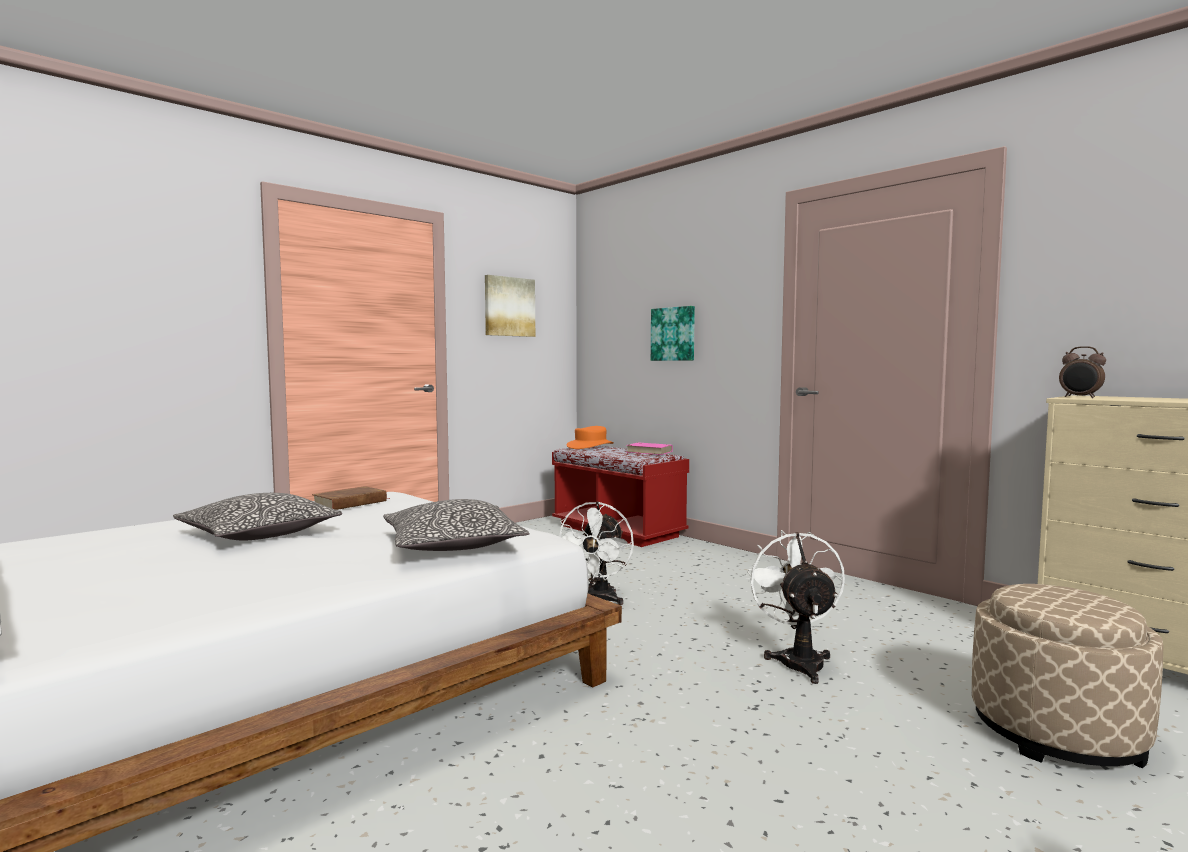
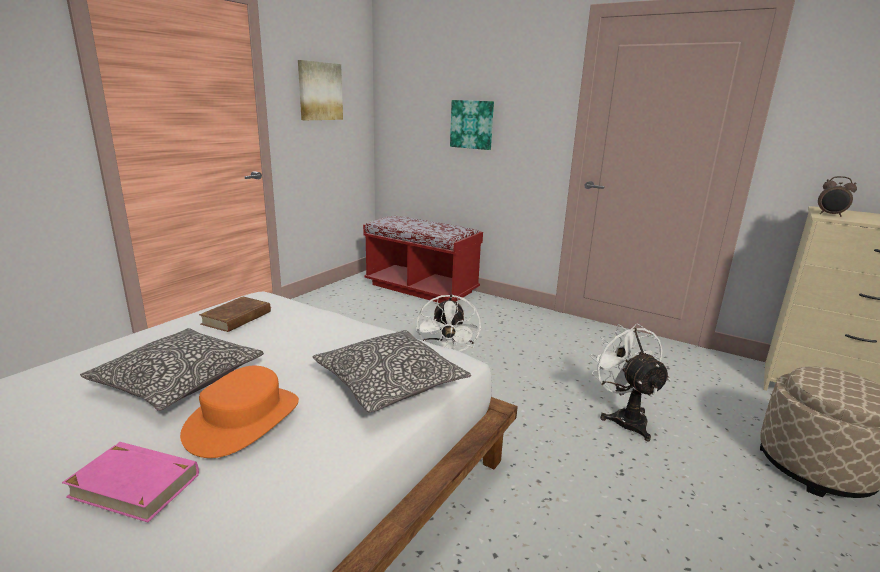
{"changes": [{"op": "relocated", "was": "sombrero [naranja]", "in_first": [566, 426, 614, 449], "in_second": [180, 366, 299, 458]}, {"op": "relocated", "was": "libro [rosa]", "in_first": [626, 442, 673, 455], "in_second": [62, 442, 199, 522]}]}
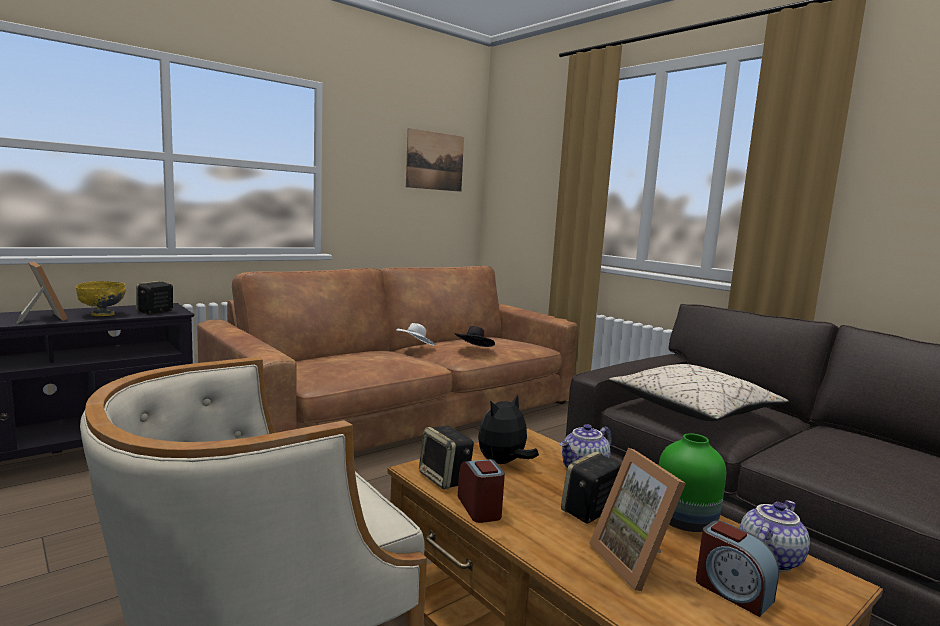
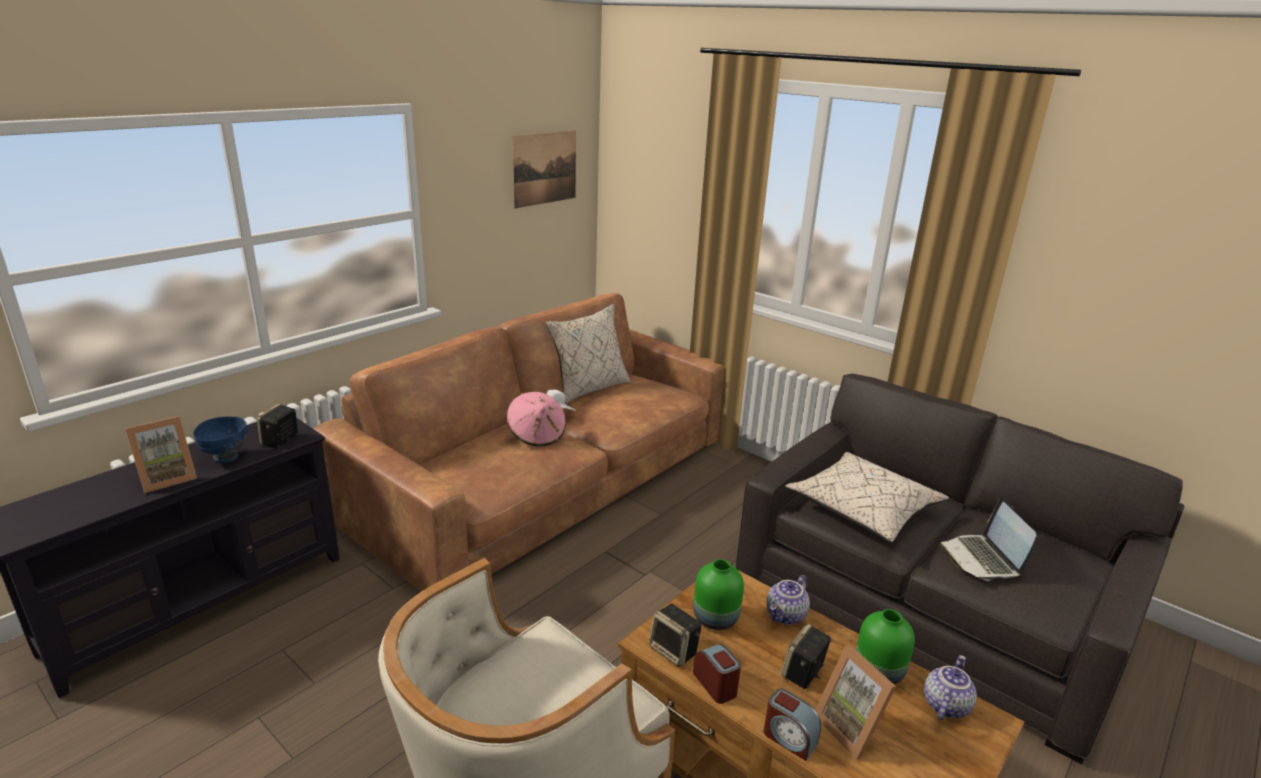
{"changes": [{"op": "missing", "was": "sombrero [negro]", "in_first": [454, 326, 495, 347]}, {"op": "appeared", "now": "sombrero [rosa]", "in_second": [507, 392, 566, 446]}, {"op": "appeared", "now": "cojín [beis]", "in_second": [546, 304, 631, 404]}, {"op": "appeared", "now": "portátil", "in_second": [939, 497, 1036, 581]}, {"op": "relocated", "was": "despertador", "in_first": [696, 521, 779, 617], "in_second": [764, 689, 821, 761]}, {"op": "exchanged", "was": "peluche", "now": "florero [verde]", "in_first": [478, 393, 539, 464], "in_second": [693, 559, 744, 630]}, {"op": "colour", "was": "cuenco [amarillo]", "now": "cuenco [azul]", "in_first": [76, 281, 126, 316], "in_second": [193, 417, 248, 463]}, {"op": "spun", "was": "portarretratos", "in_first": [16, 261, 68, 323], "in_second": [125, 416, 197, 493], "clockwise": 105}]}
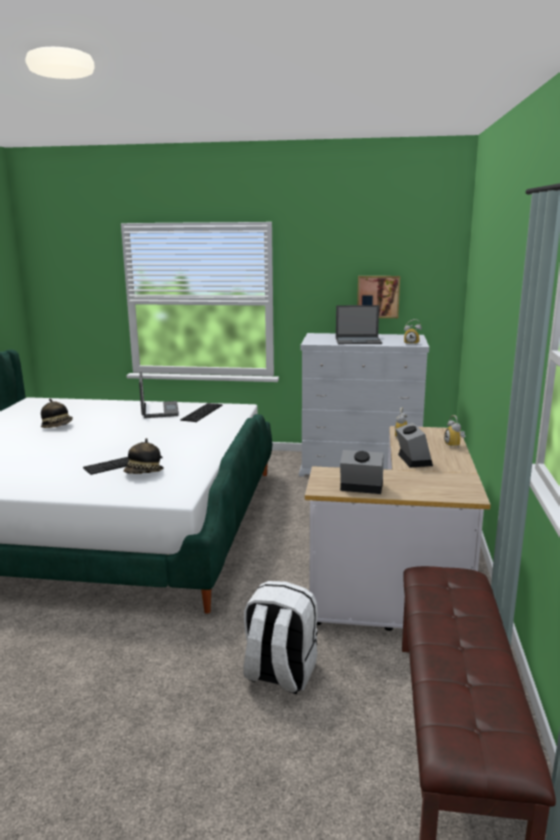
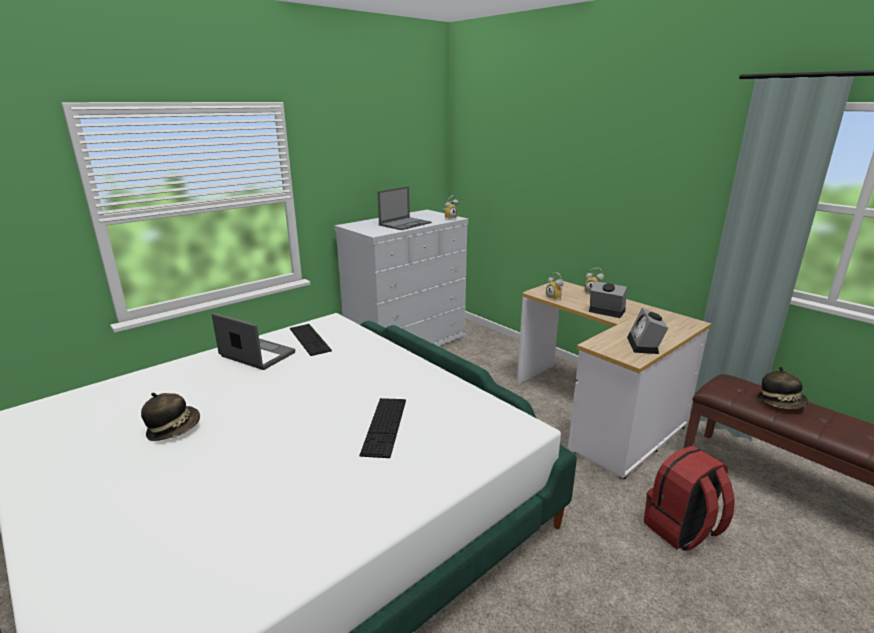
{"changes": [{"op": "missing", "was": "cuadro", "in_first": [357, 276, 400, 318]}, {"op": "relocated", "was": "sombrero", "in_first": [124, 438, 164, 474], "in_second": [757, 367, 808, 409]}, {"op": "colour", "was": "mochila [blanco]", "now": "mochila [rojo]", "in_first": [243, 581, 318, 694], "in_second": [644, 446, 735, 551]}, {"op": "spun", "was": "despertador", "in_first": [340, 450, 384, 494], "in_second": [627, 308, 668, 354], "clockwise": -45}]}
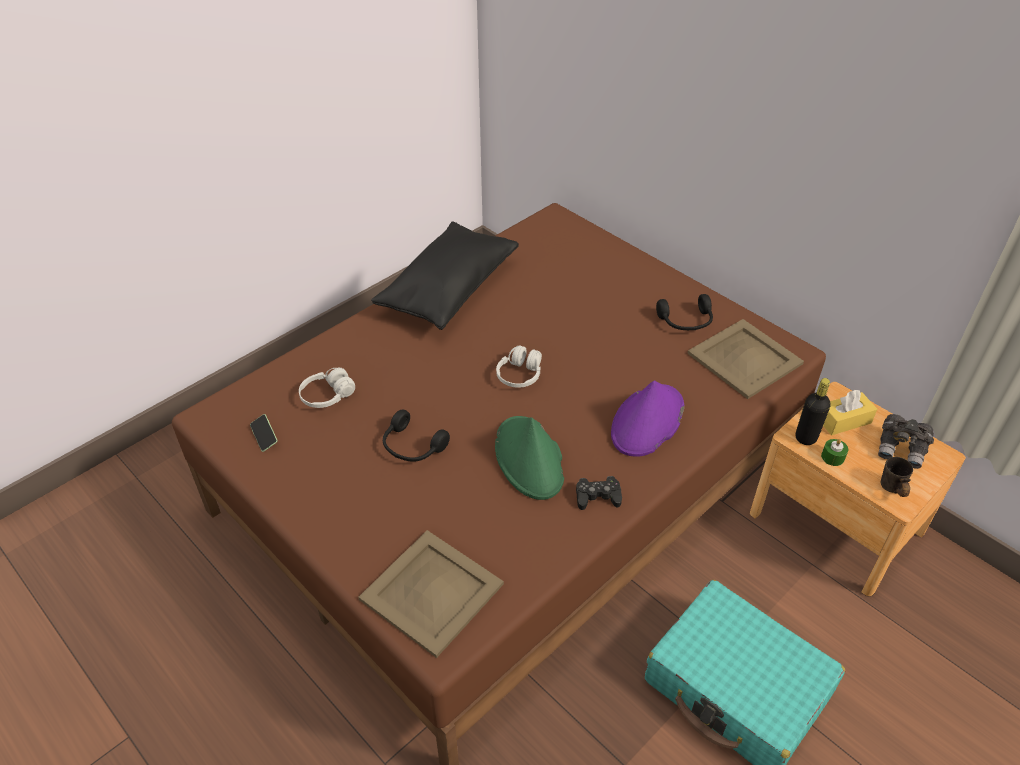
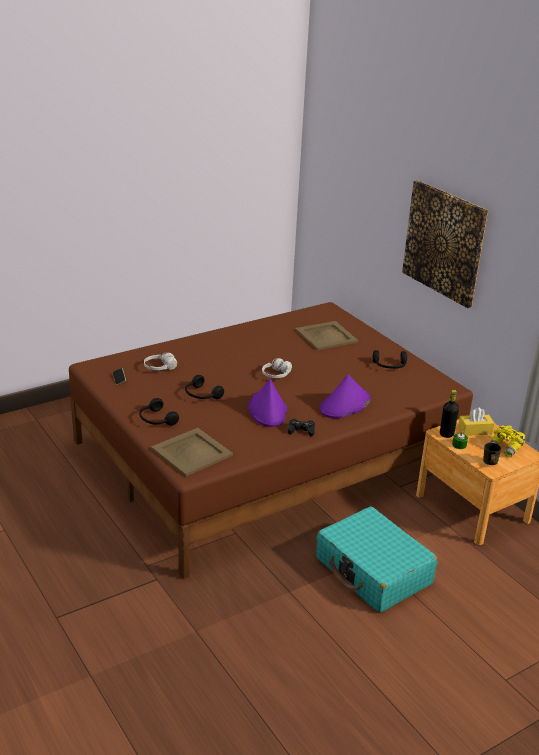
{"changes": [{"op": "missing", "was": "cojín [negro]", "in_first": [371, 221, 519, 330]}, {"op": "appeared", "now": "auriculares [negro]", "in_second": [139, 398, 179, 426]}, {"op": "appeared", "now": "cuadro", "in_second": [402, 180, 488, 308]}, {"op": "relocated", "was": "bandeja [beis]", "in_first": [687, 319, 804, 399], "in_second": [295, 321, 358, 350]}, {"op": "colour", "was": "sombrero [verde]", "now": "sombrero [morado]", "in_first": [495, 416, 564, 500], "in_second": [248, 378, 287, 427]}, {"op": "colour", "was": "prismáticos [gris]", "now": "prismáticos [amarillo]", "in_first": [878, 414, 934, 469], "in_second": [490, 425, 525, 457]}]}
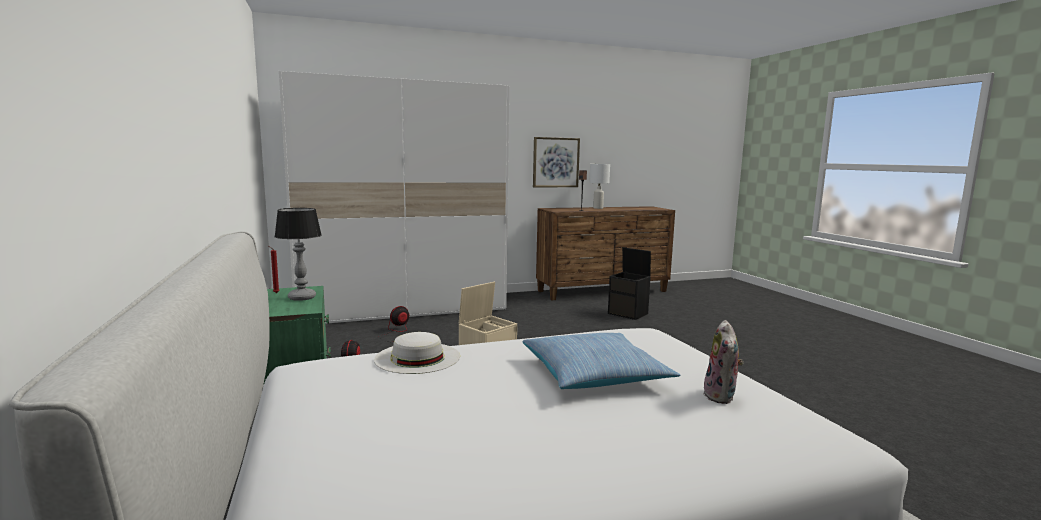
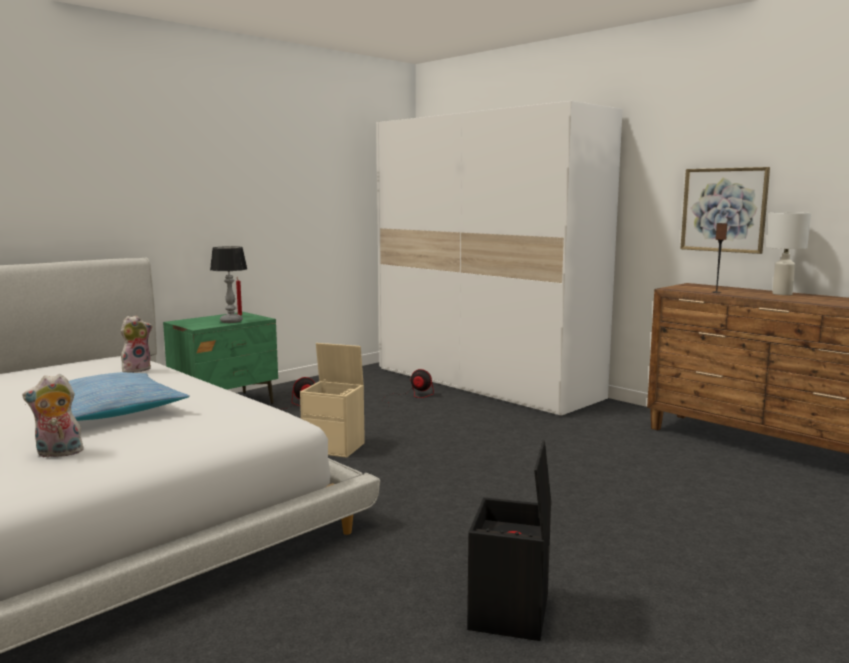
{"changes": [{"op": "relocated", "was": "caja de almacenaje [negro]", "in_first": [608, 247, 651, 320], "in_second": [467, 440, 552, 641]}, {"op": "exchanged", "was": "sombrero [blanco]", "now": "peluche", "in_first": [374, 332, 460, 374], "in_second": [121, 315, 153, 373]}]}
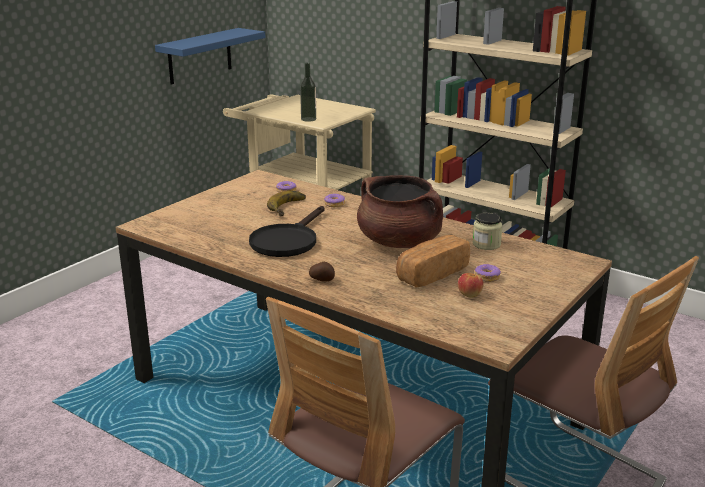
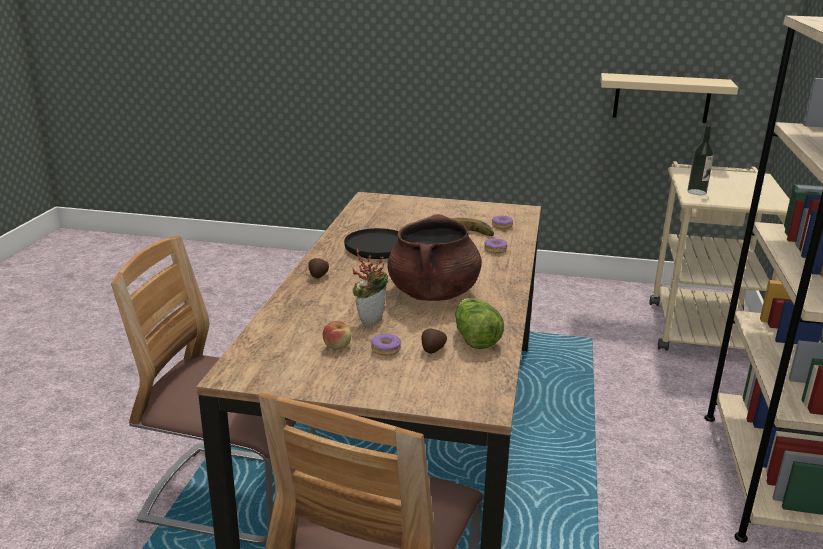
{"changes": [{"op": "appeared", "now": "patata", "in_second": [422, 329, 447, 354]}, {"op": "exchanged", "was": "pan", "now": "planta en maceta", "in_first": [396, 235, 470, 287], "in_second": [352, 248, 388, 327]}, {"op": "exchanged", "was": "tarro", "now": "lechuga", "in_first": [473, 212, 503, 250], "in_second": [455, 298, 504, 349]}, {"op": "colour", "was": "estante [azul]", "now": "estante [beis]", "in_first": [155, 28, 265, 85], "in_second": [600, 73, 739, 123]}]}
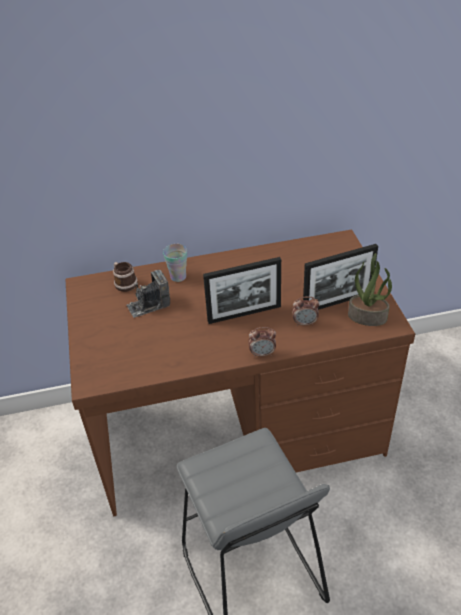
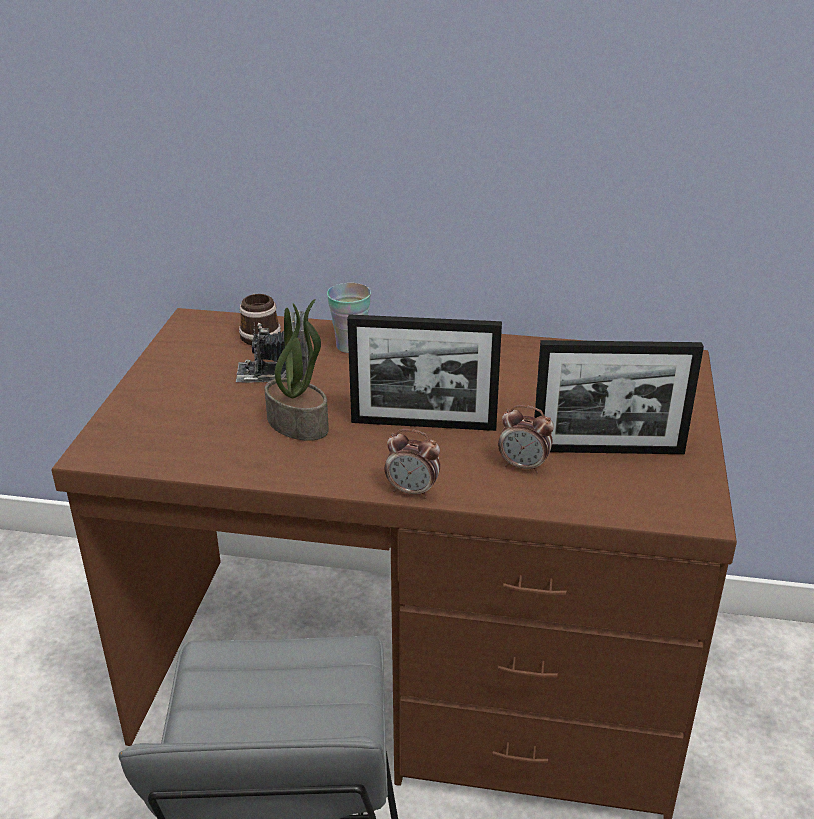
{"changes": [{"op": "relocated", "was": "planta en maceta", "in_first": [348, 253, 392, 326], "in_second": [265, 299, 329, 441]}]}
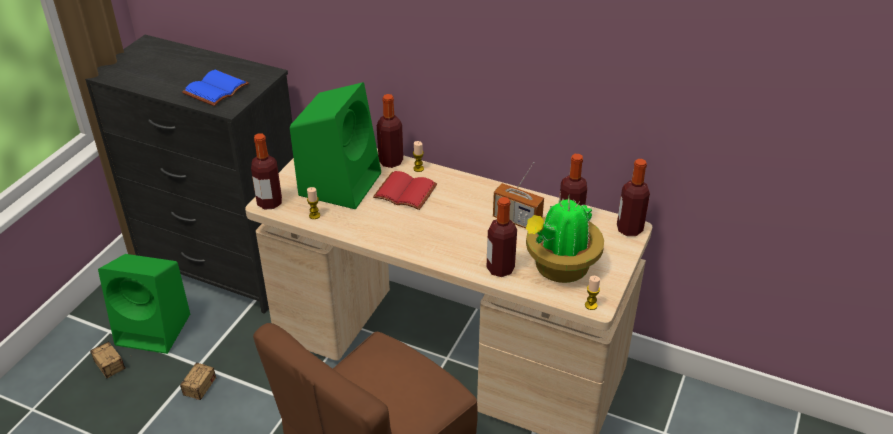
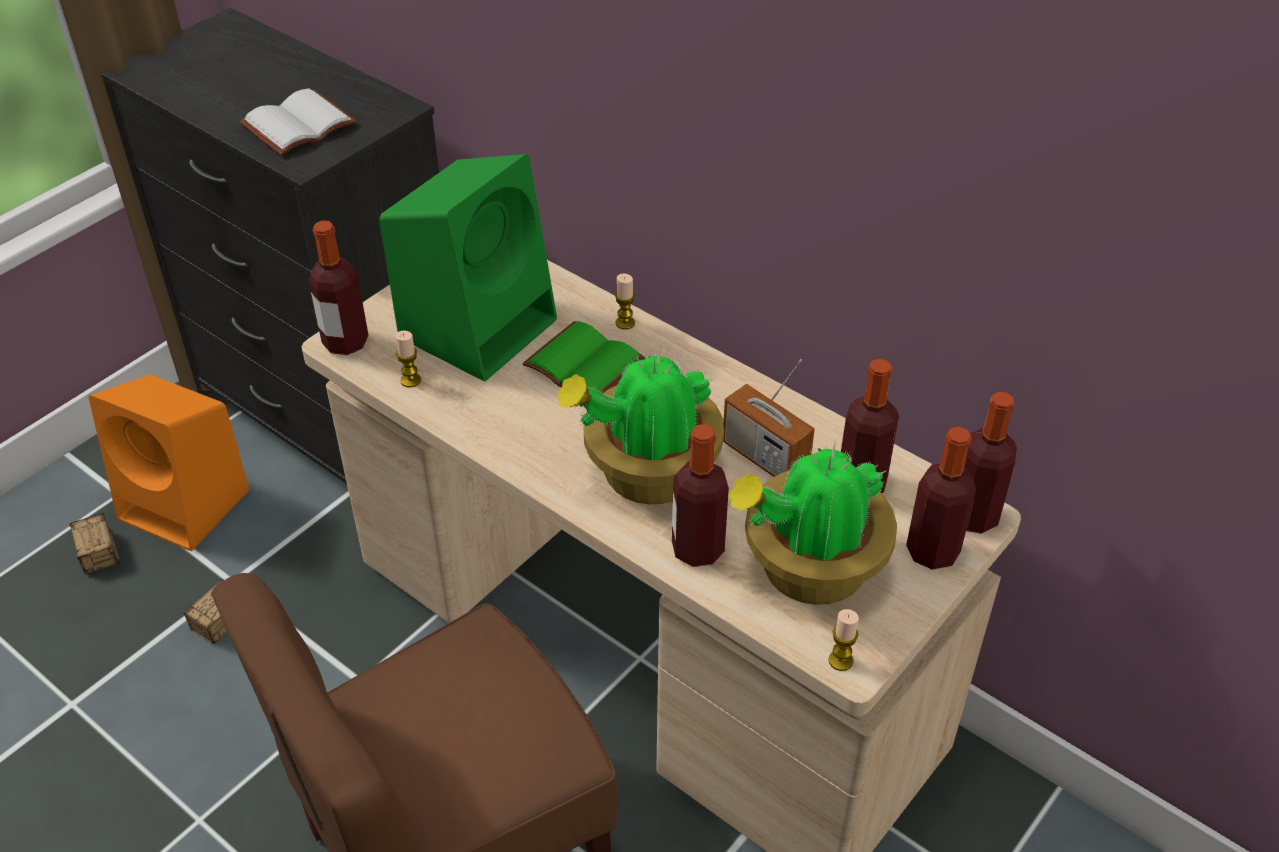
{"changes": [{"op": "appeared", "now": "planta en maceta", "in_second": [557, 347, 724, 504]}, {"op": "relocated", "was": "botella", "in_first": [377, 94, 403, 168], "in_second": [906, 426, 976, 570]}, {"op": "colour", "was": "altavoz [verde]", "now": "altavoz [naranja]", "in_first": [98, 254, 190, 354], "in_second": [88, 375, 250, 551]}, {"op": "colour", "was": "libro [azul]", "now": "libro [blanco]", "in_first": [182, 70, 249, 106], "in_second": [240, 88, 357, 156]}, {"op": "colour", "was": "libro [rojo]", "now": "libro [verde]", "in_first": [373, 171, 437, 210], "in_second": [523, 321, 646, 394]}]}
